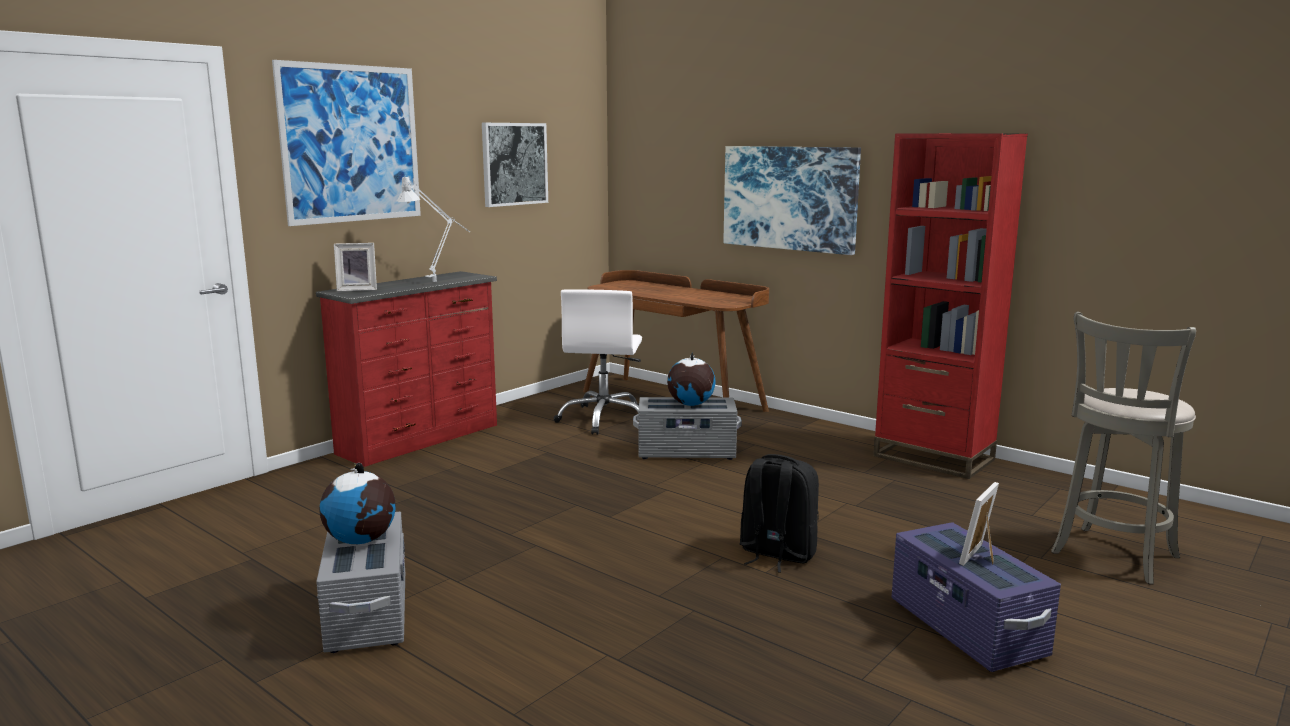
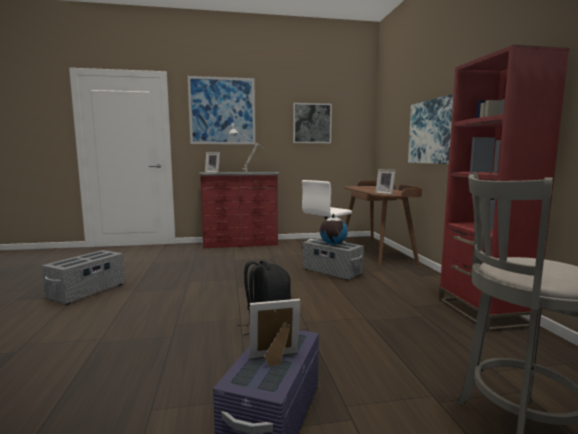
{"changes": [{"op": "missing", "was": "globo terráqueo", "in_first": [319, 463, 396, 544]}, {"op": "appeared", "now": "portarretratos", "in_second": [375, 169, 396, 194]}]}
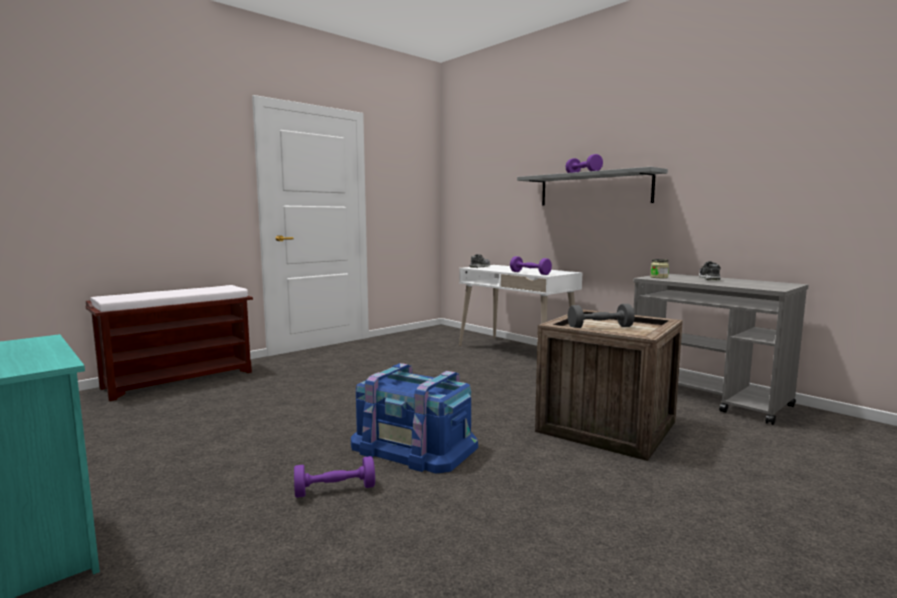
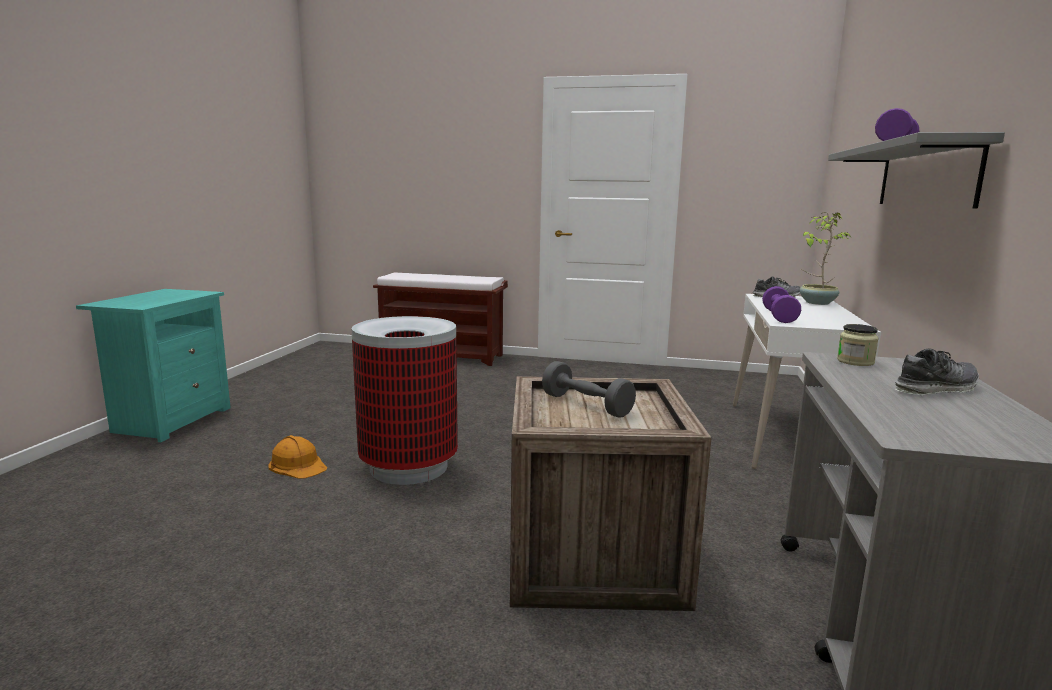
{"changes": [{"op": "appeared", "now": "planta en maceta", "in_second": [800, 212, 851, 305]}, {"op": "exchanged", "was": "mancuerna [morado]", "now": "casco [naranja]", "in_first": [294, 456, 375, 498], "in_second": [268, 435, 327, 479]}, {"op": "exchanged", "was": "caja de almacenaje [azul]", "now": "papelera", "in_first": [351, 363, 478, 474], "in_second": [351, 316, 458, 485]}]}
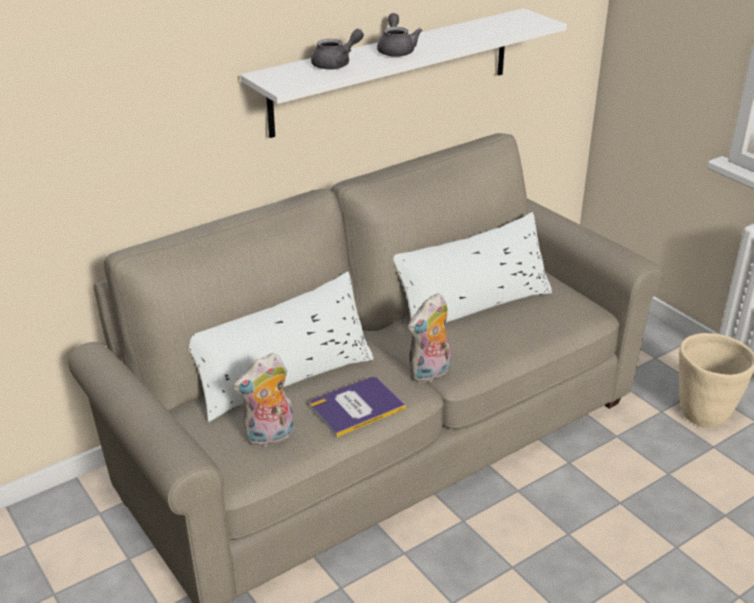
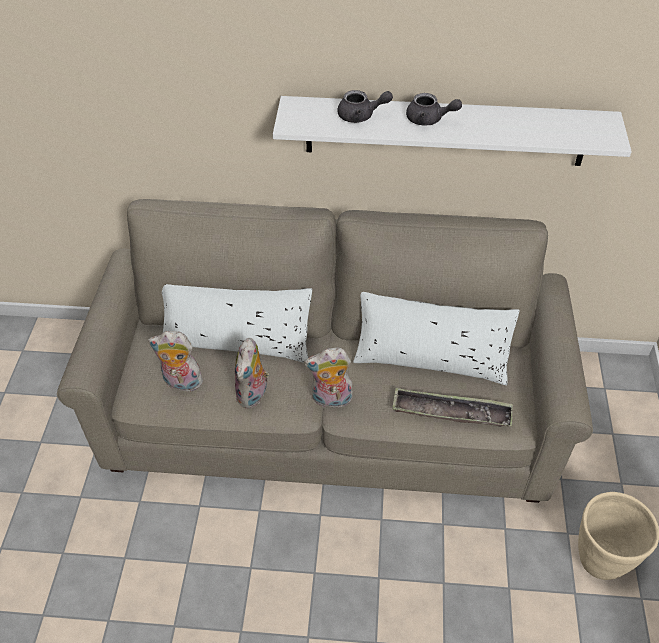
{"changes": [{"op": "appeared", "now": "bandeja", "in_second": [392, 388, 513, 426]}, {"op": "exchanged", "was": "libro", "now": "peluche", "in_first": [310, 377, 406, 437], "in_second": [235, 338, 269, 409]}, {"op": "spun", "was": "tetera [gris]", "in_first": [377, 13, 422, 57], "in_second": [406, 93, 462, 126], "clockwise": 75}]}
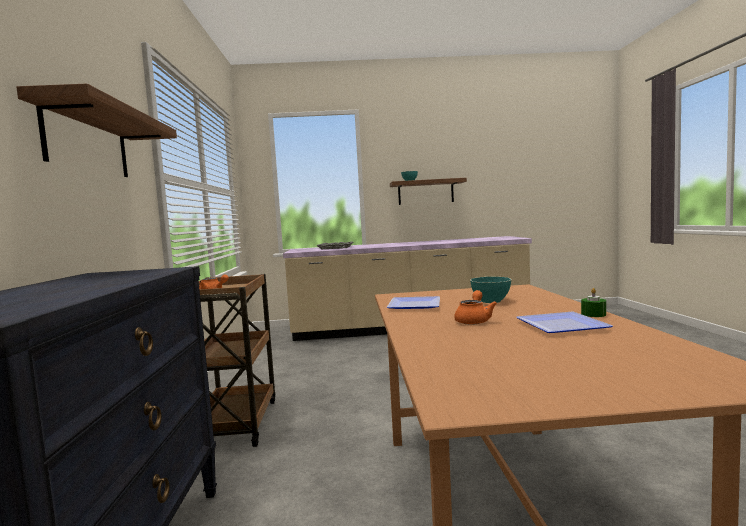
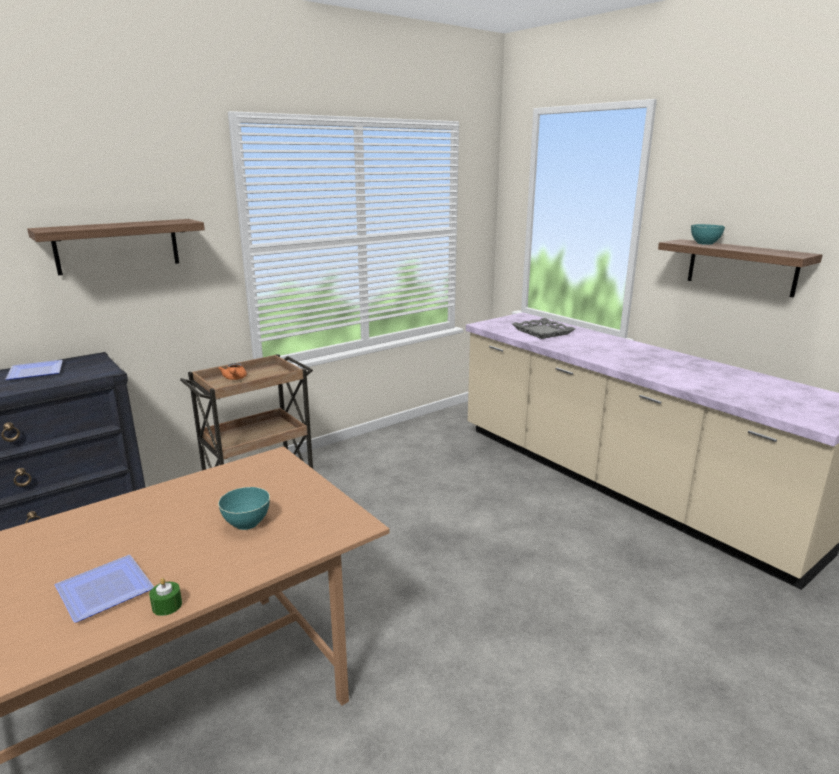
{"changes": [{"op": "missing", "was": "tetera [naranja]", "in_first": [454, 290, 497, 325]}, {"op": "relocated", "was": "plato", "in_first": [387, 296, 440, 309], "in_second": [6, 360, 63, 380]}]}
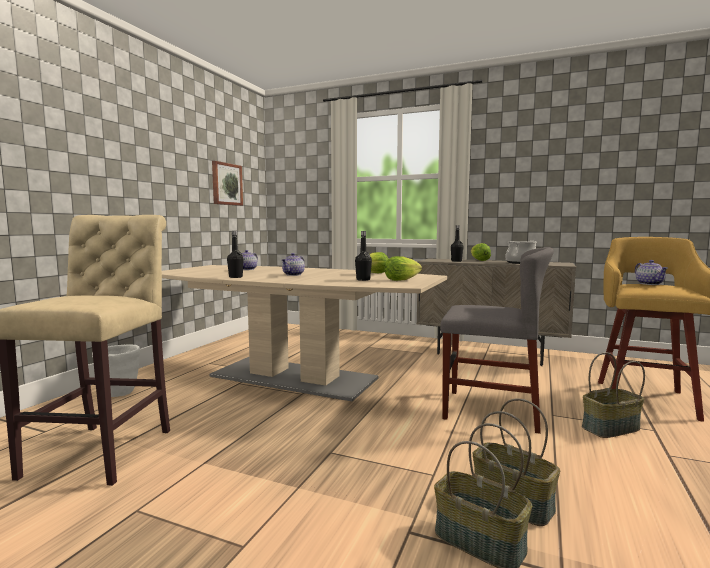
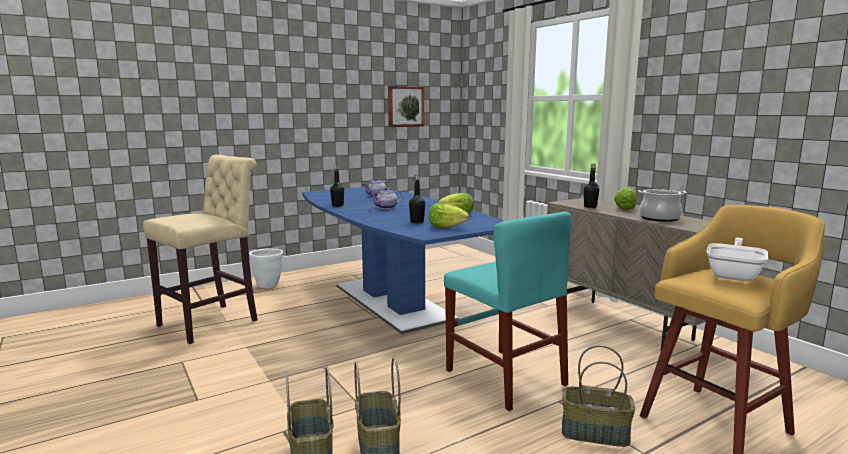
{"changes": [{"op": "exchanged", "was": "tetera", "now": "sartén", "in_first": [635, 260, 668, 285], "in_second": [706, 238, 768, 281]}, {"op": "colour", "was": "mesa de comedor [beis]", "now": "mesa de comedor [azul]", "in_first": [162, 265, 447, 401], "in_second": [302, 187, 504, 334]}, {"op": "colour", "was": "silla [gris]", "now": "silla [turquesa]", "in_first": [440, 247, 554, 434], "in_second": [444, 212, 571, 411]}]}
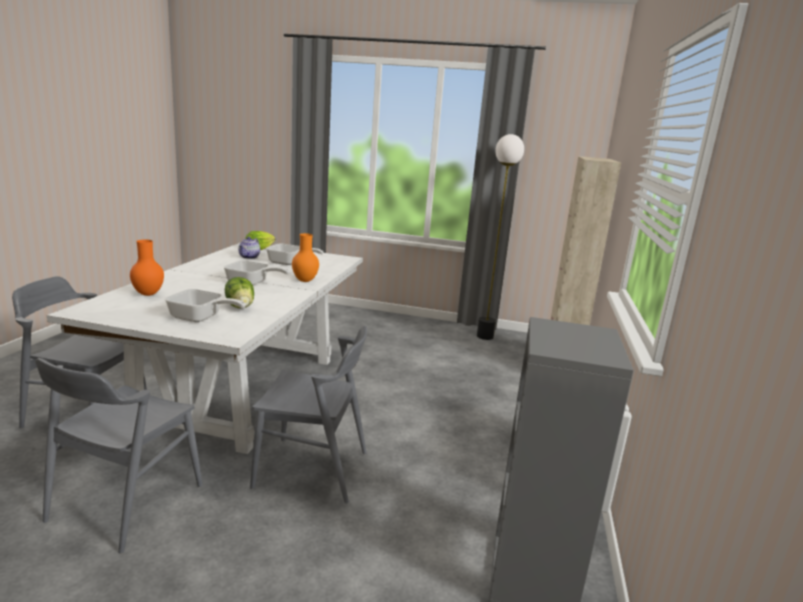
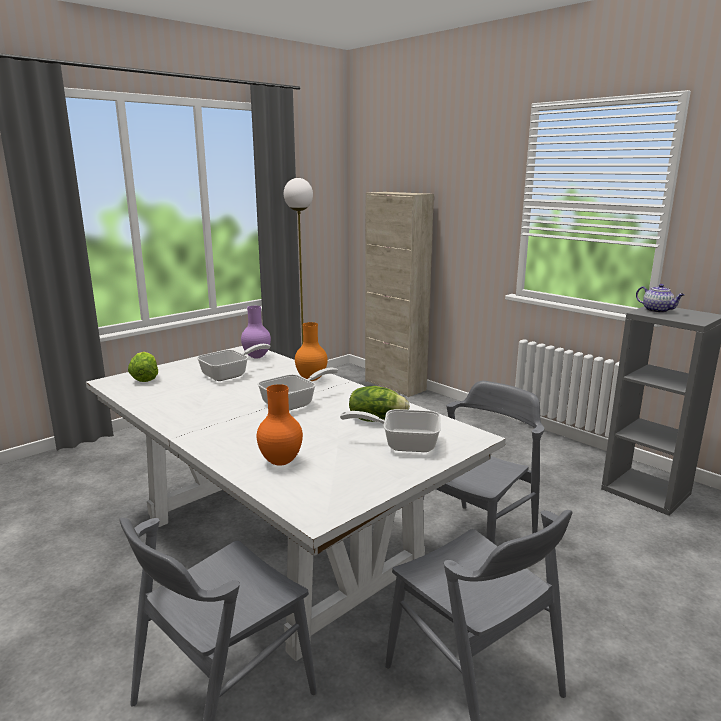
{"changes": [{"op": "appeared", "now": "florero [morado]", "in_second": [241, 306, 271, 358]}, {"op": "relocated", "was": "tetera", "in_first": [238, 237, 260, 259], "in_second": [636, 284, 685, 313]}, {"op": "spun", "was": "sartén", "in_first": [165, 289, 246, 322], "in_second": [340, 409, 441, 452], "clockwise": -135}]}
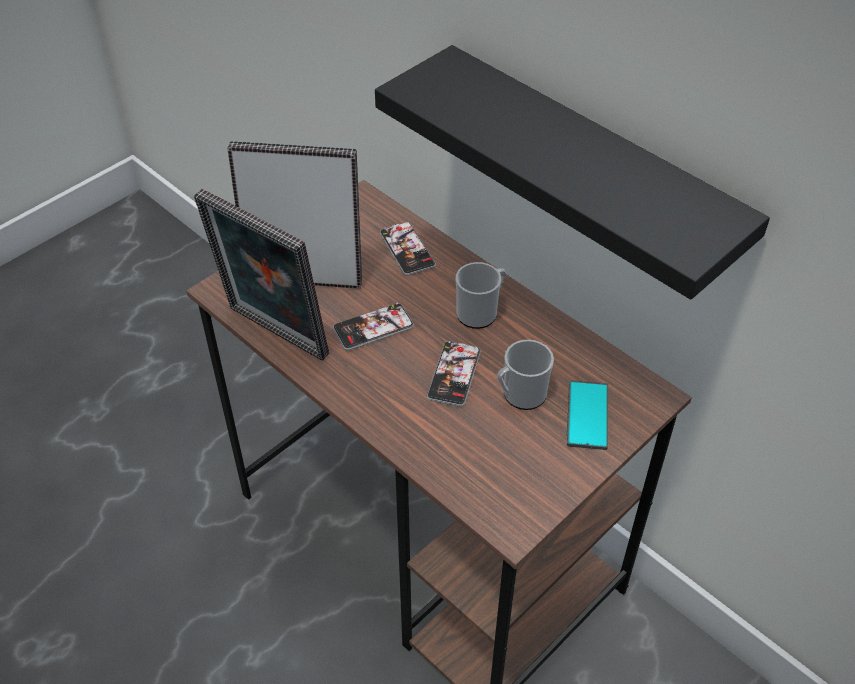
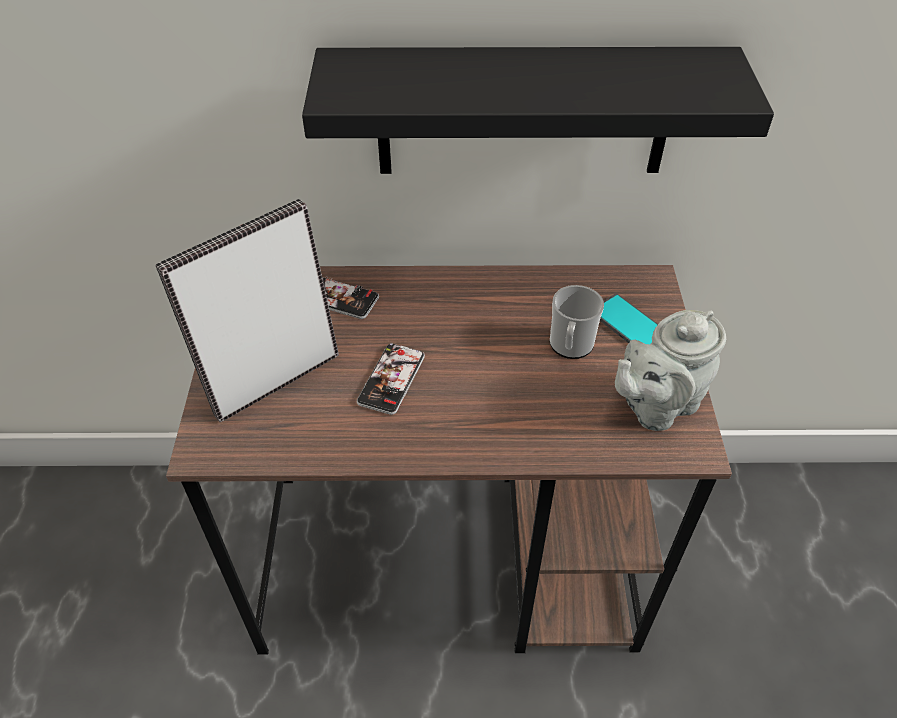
{"changes": [{"op": "missing", "was": "portarretratos", "in_first": [194, 189, 329, 361]}, {"op": "missing", "was": "móvil", "in_first": [427, 341, 481, 407]}, {"op": "missing", "was": "taza grande", "in_first": [455, 262, 506, 329]}, {"op": "appeared", "now": "tetera [gris]", "in_second": [615, 310, 726, 431]}]}
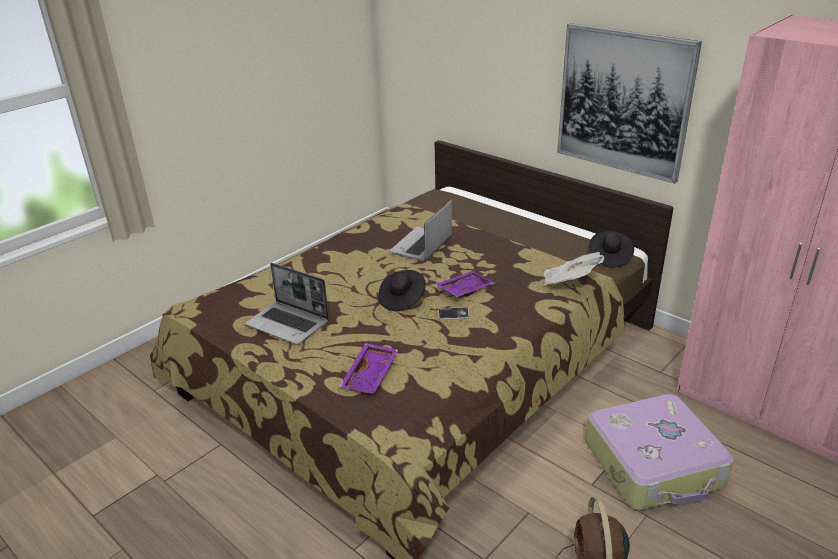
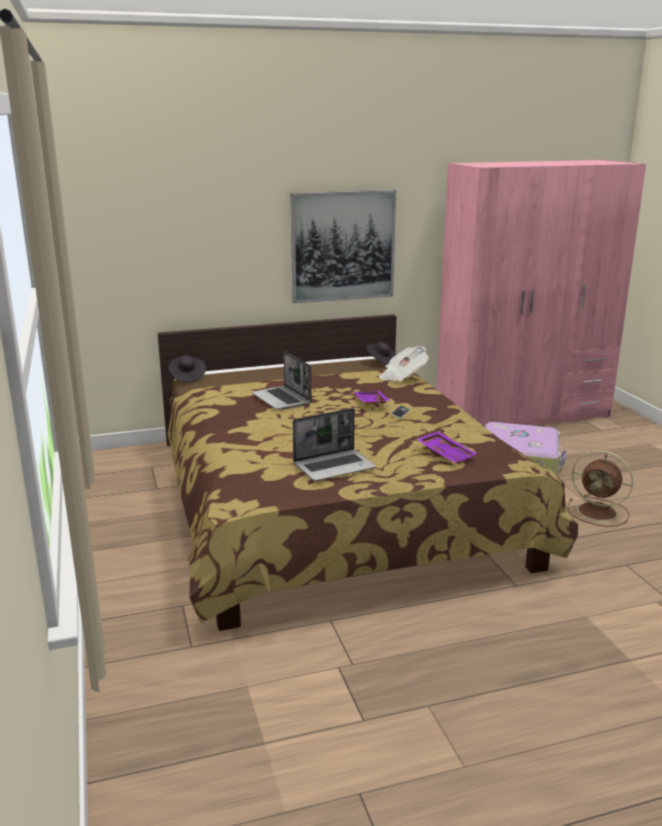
{"changes": [{"op": "relocated", "was": "sombrero [negro]", "in_first": [378, 270, 426, 311], "in_second": [168, 355, 206, 383]}]}
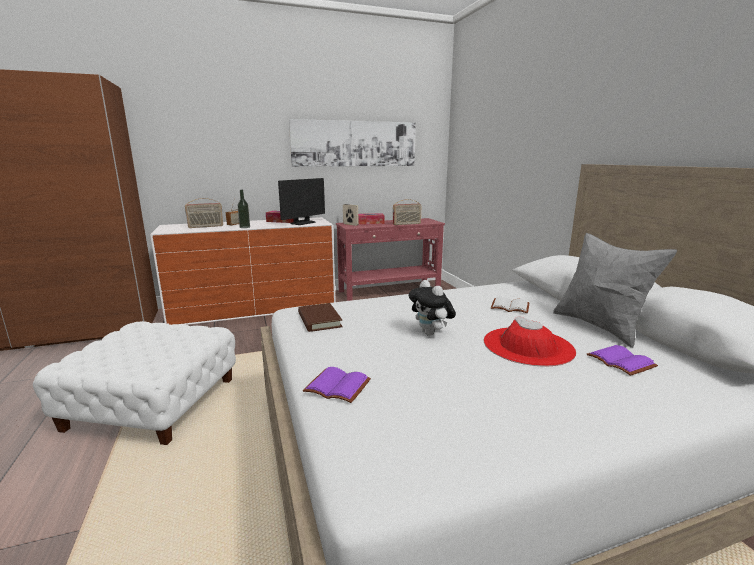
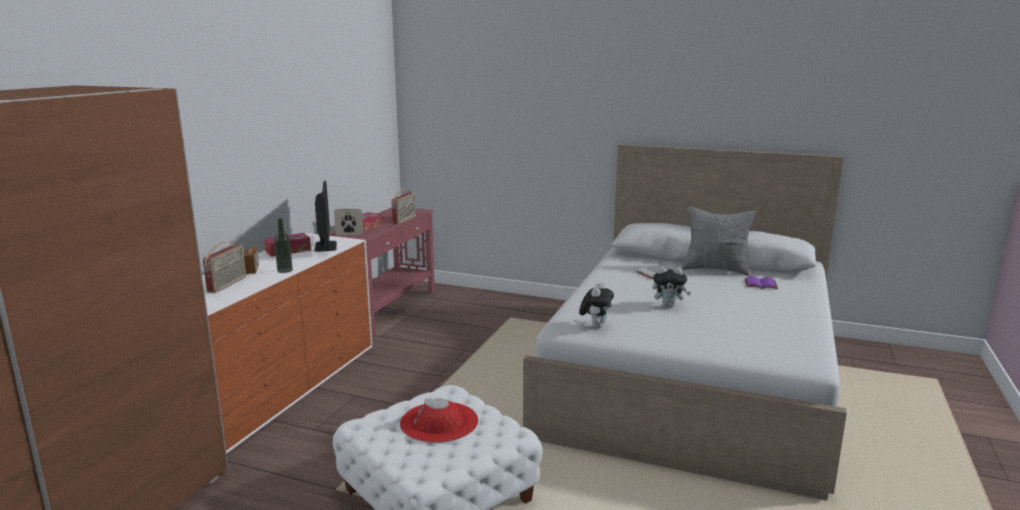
{"changes": [{"op": "missing", "was": "cuadro", "in_first": [289, 119, 416, 167]}, {"op": "missing", "was": "libro [morado]", "in_first": [302, 367, 371, 403]}, {"op": "relocated", "was": "sombrero [rojo]", "in_first": [483, 316, 576, 366], "in_second": [400, 399, 478, 443]}, {"op": "exchanged", "was": "libro [marrón]", "now": "peluche", "in_first": [298, 303, 343, 332], "in_second": [579, 282, 614, 329]}]}
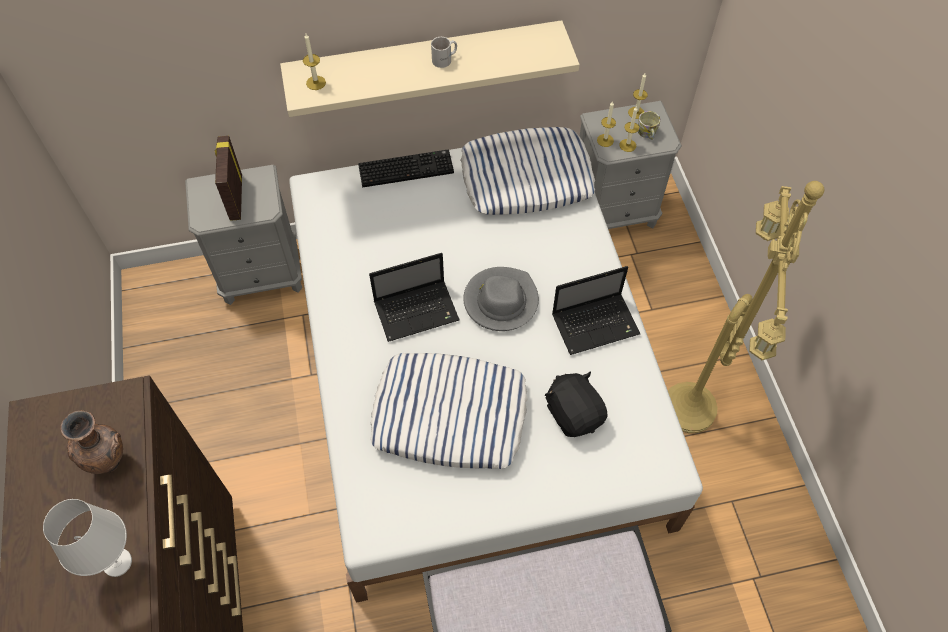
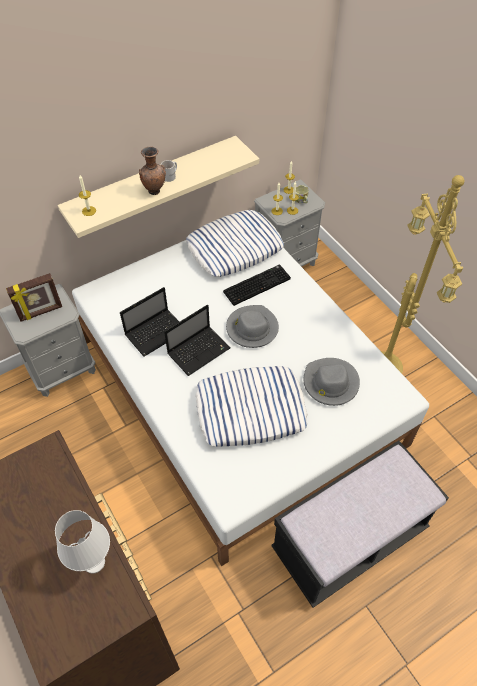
{"changes": [{"op": "relocated", "was": "florero [marrón]", "in_first": [60, 410, 123, 474], "in_second": [139, 147, 166, 195]}, {"op": "relocated", "was": "teclado", "in_first": [358, 149, 454, 187], "in_second": [223, 264, 291, 306]}, {"op": "relocated", "was": "portátil", "in_first": [552, 266, 640, 355], "in_second": [120, 287, 179, 357]}, {"op": "exchanged", "was": "peluche [negro]", "now": "sombrero [gris]", "in_first": [545, 372, 608, 437], "in_second": [304, 358, 360, 406]}, {"op": "spun", "was": "portarretratos", "in_first": [215, 136, 242, 221], "in_second": [6, 273, 62, 322], "clockwise": -90}]}
